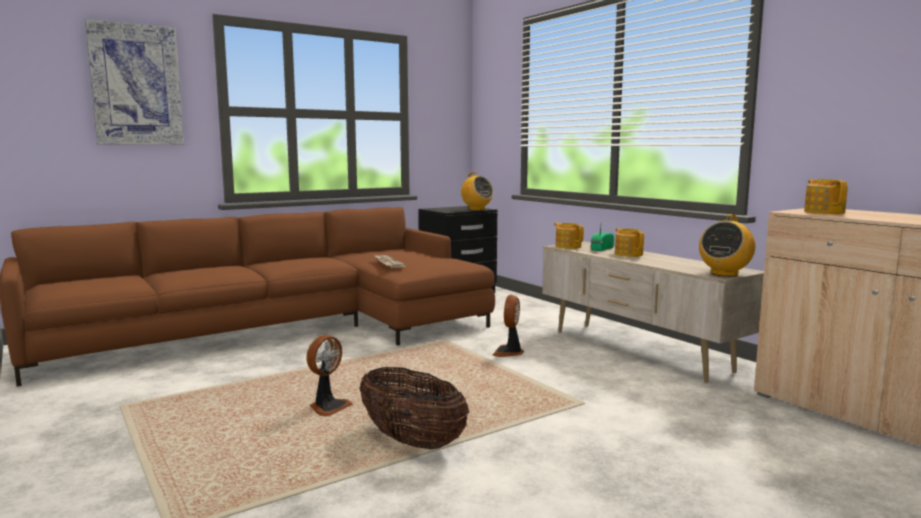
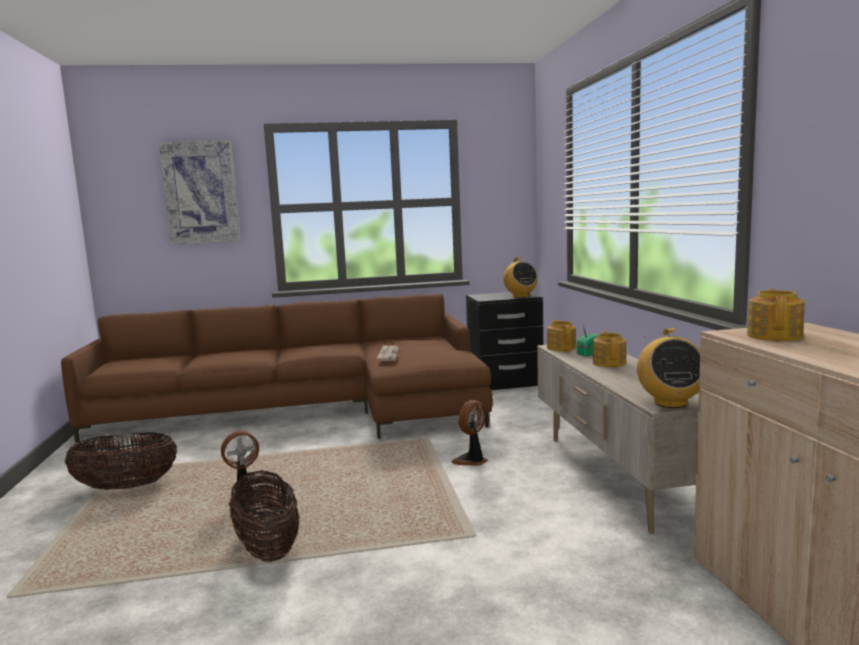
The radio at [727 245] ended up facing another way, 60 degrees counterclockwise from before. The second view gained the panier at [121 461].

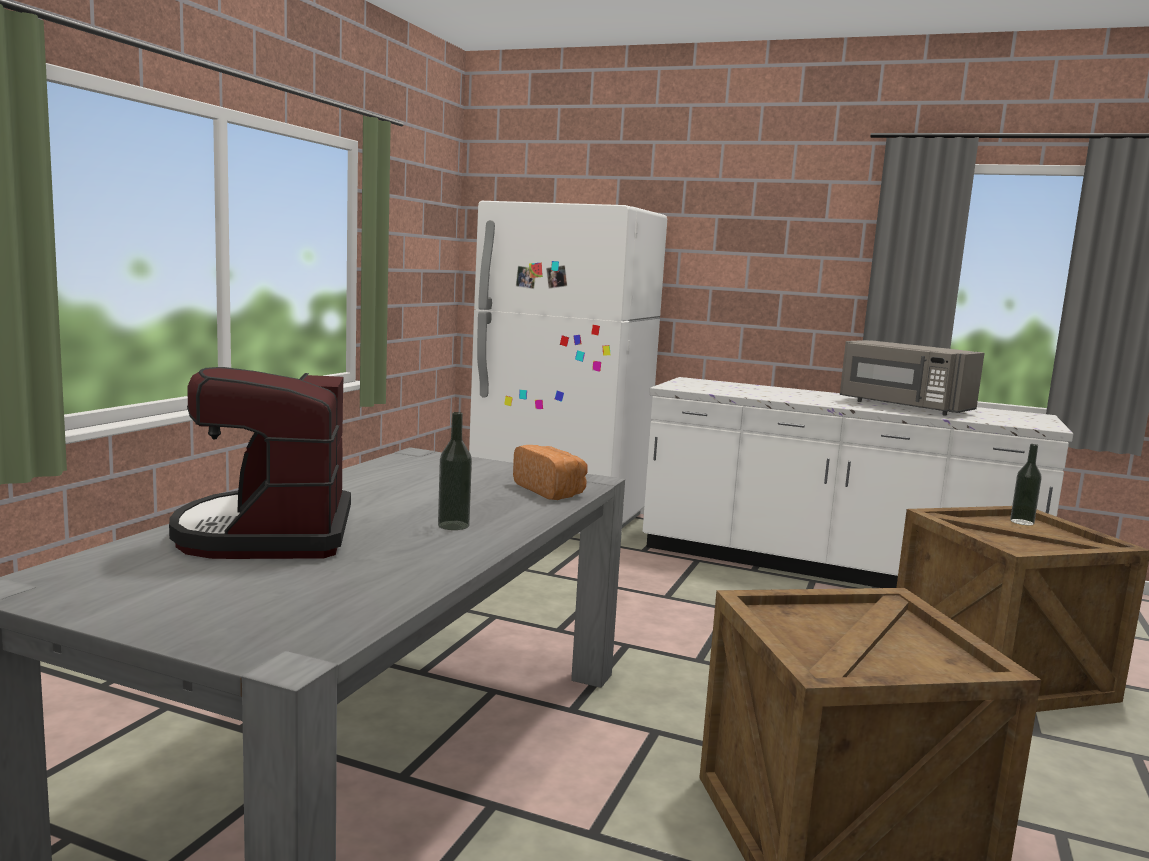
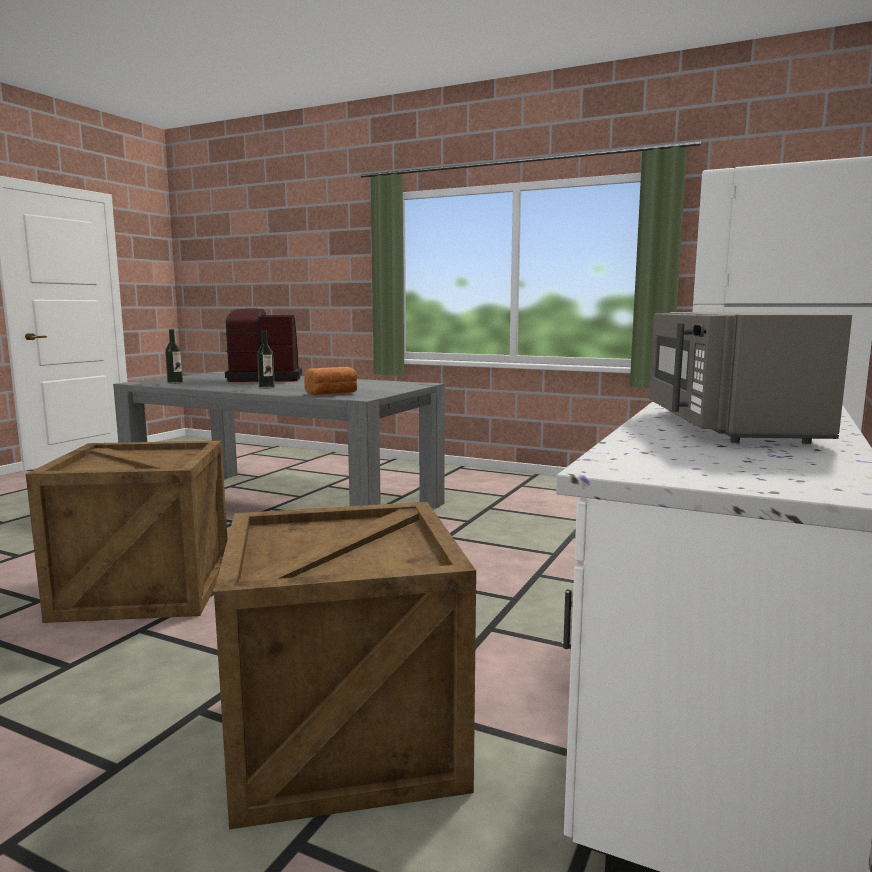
The micro-ondes (gris) at [912 378] ended up facing another way, 45 degrees counterclockwise from before. The bouteille ended up elsewhere, having gone from [1026 484] to [174 356].

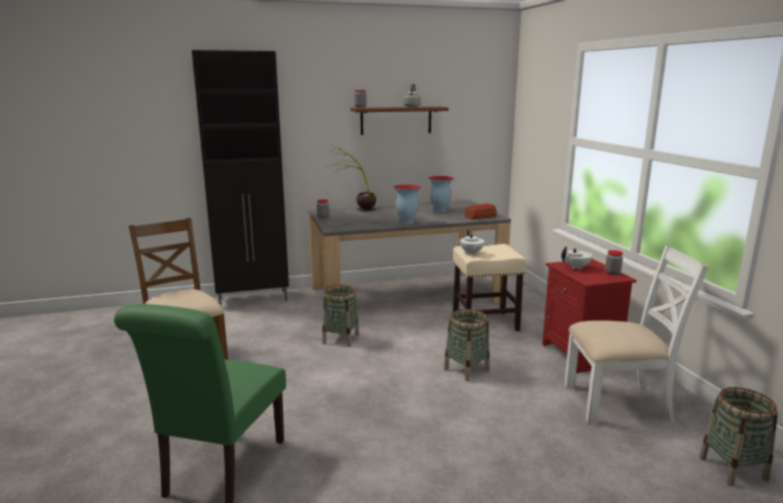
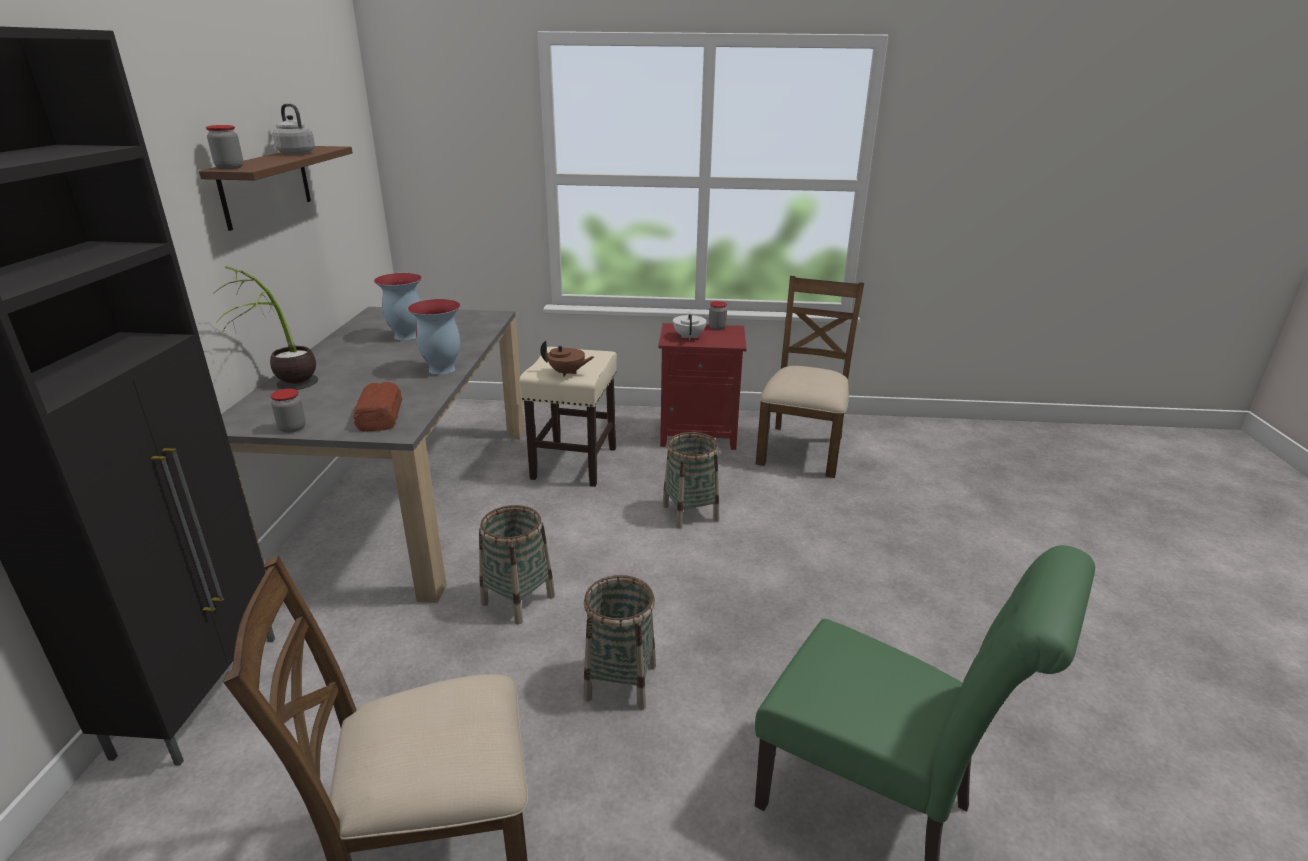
What was the théière (blanc) at [472 242] turned into the théière (marron) at [567 359]. The pain ended up elsewhere, having gone from [480 211] to [377 407]. What was the chaise (blanc) at [636 334] turned into the chaise (marron) at [810 377]. The panier ended up elsewhere, having gone from [738 436] to [619 642].

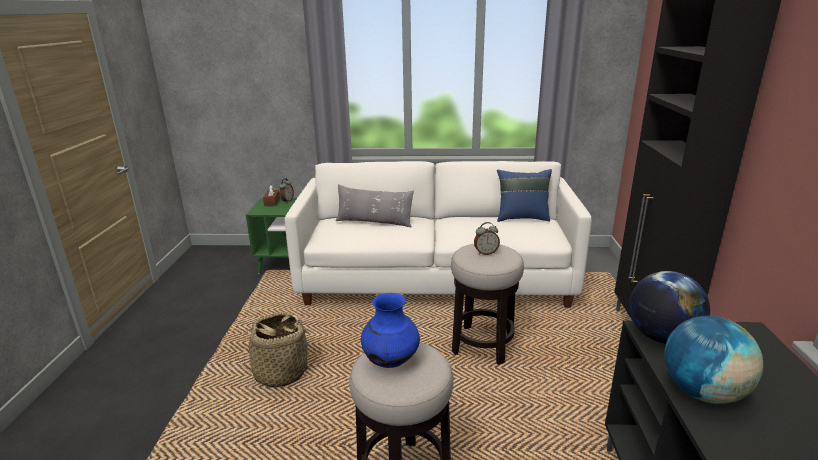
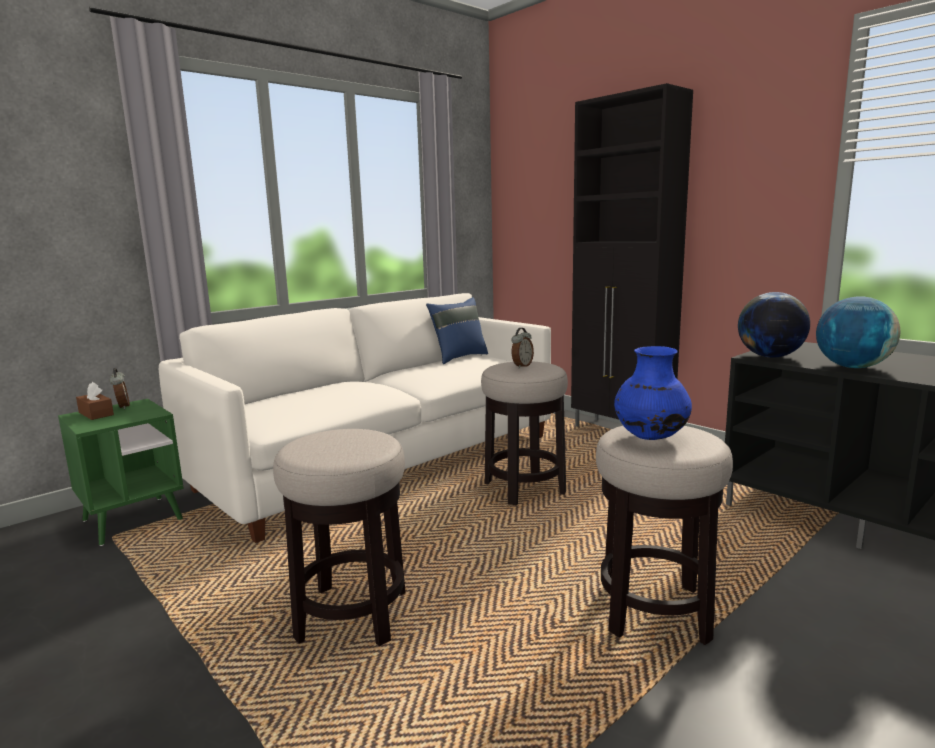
Where the panier stood at [276 350], the tabouret came to stand at [339 537]. The second view lost the coussin (gris) at [375 205].

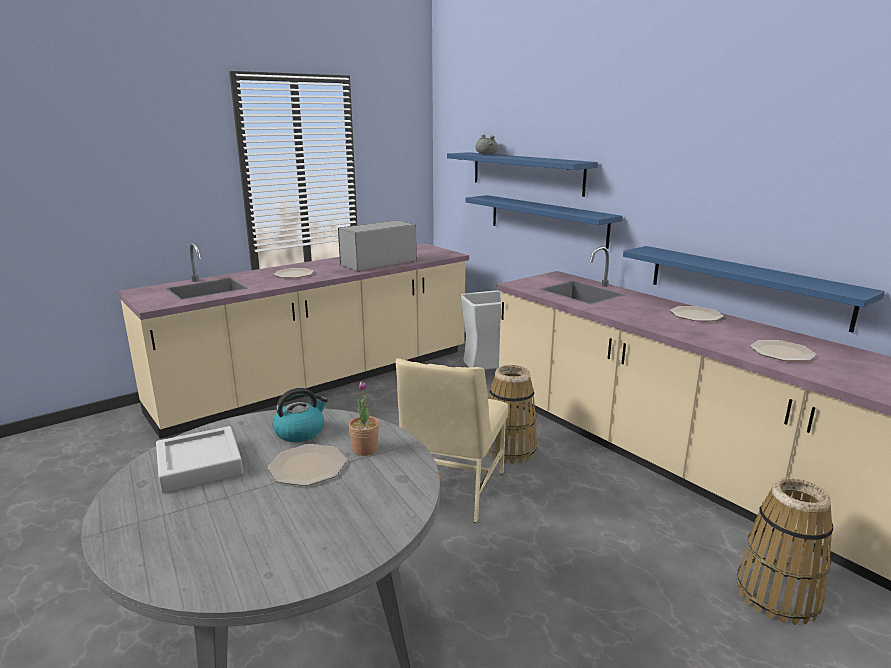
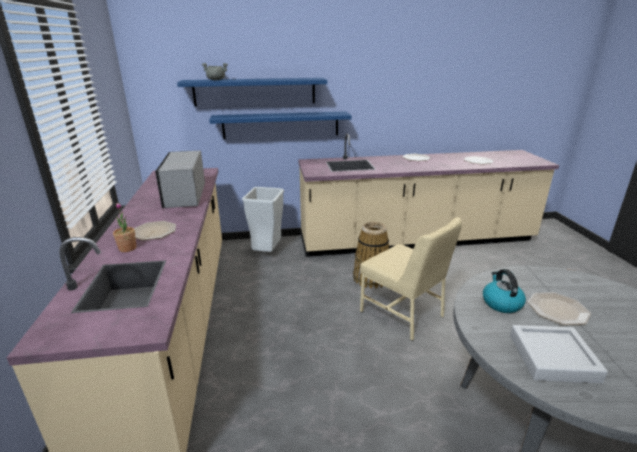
The plante en pot ended up elsewhere, having gone from [364 418] to [124 227]. The second view lost the étagère (bleu) at [754 289]. The second view lost the panier at [784 551].

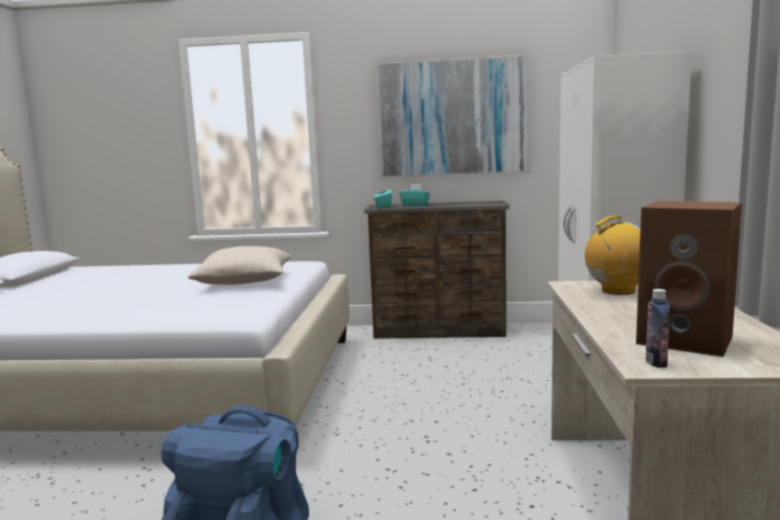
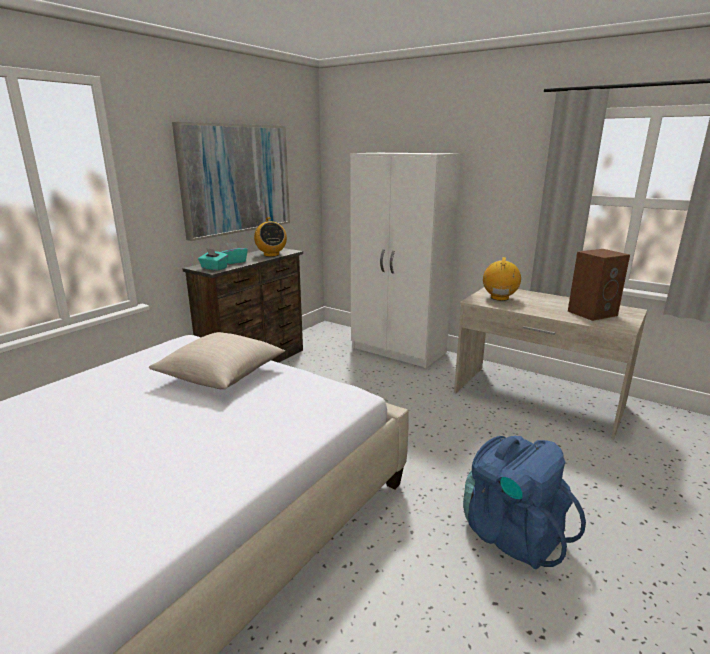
The second view lost the bouteille at [658 328]. The second view gained the radio at [270 237].

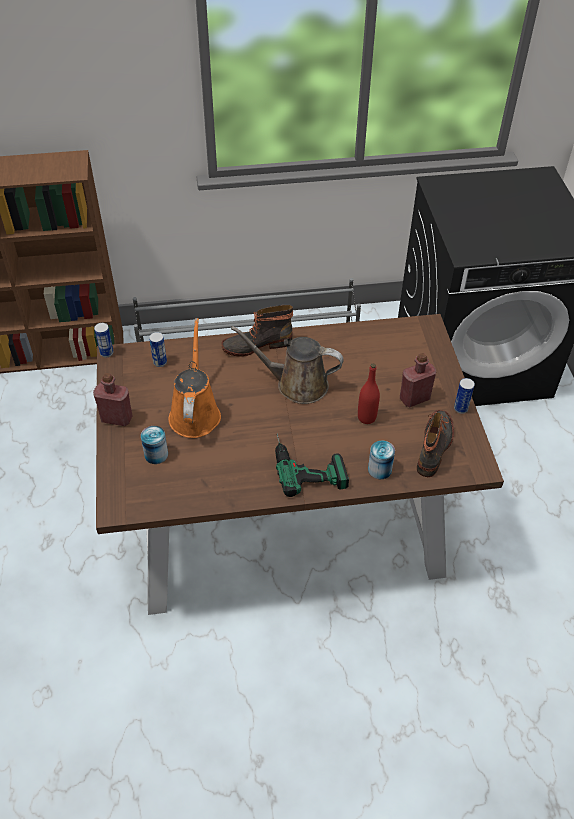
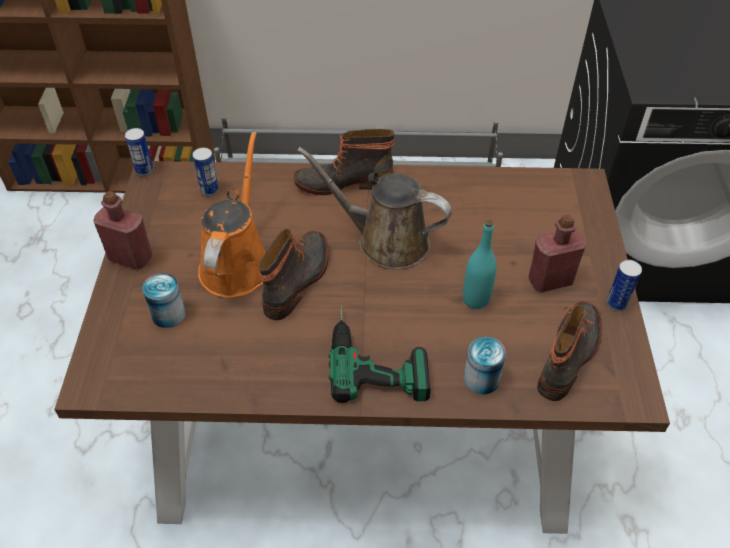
What was the bouteille (rouge) at [369 394] turned into the bouteille (turquoise) at [480 264]. The second view gained the botte at [294 274].

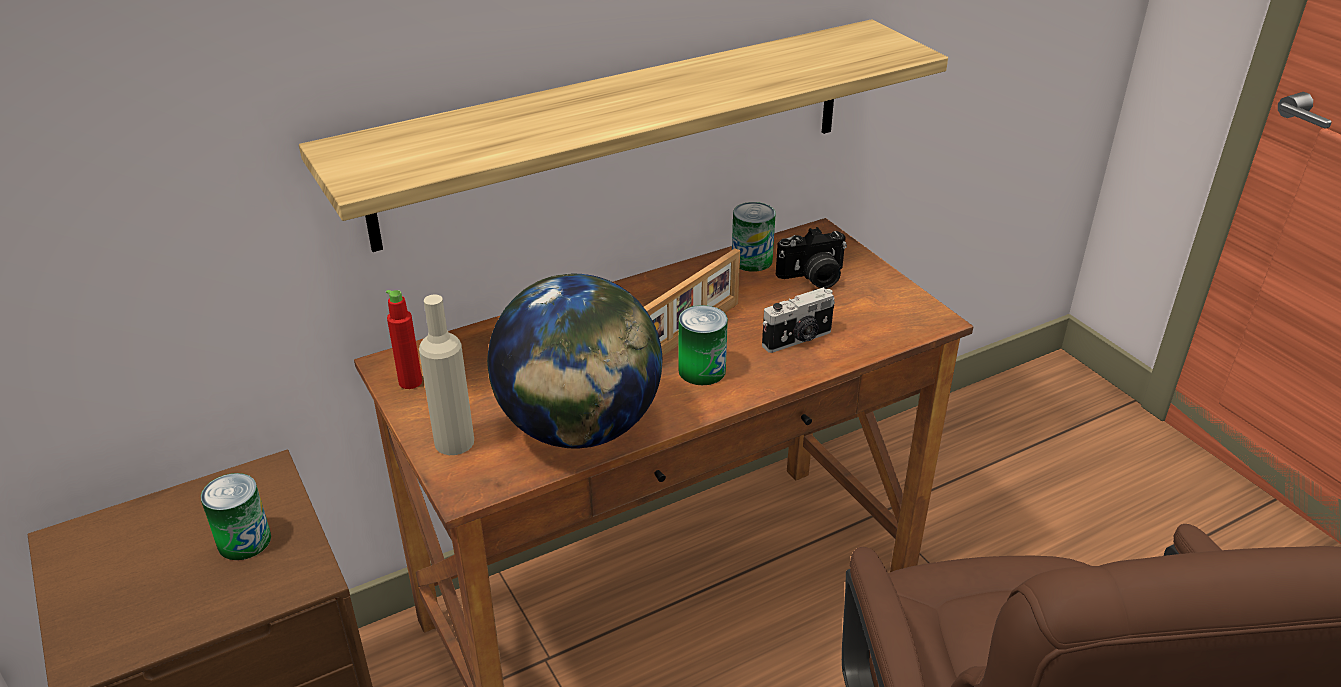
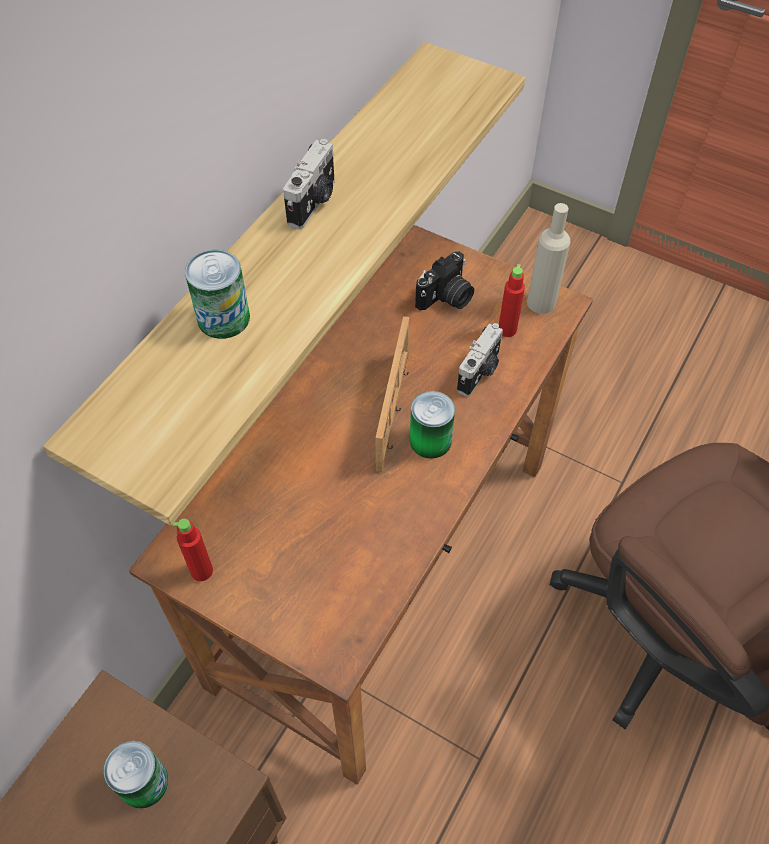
The bouteille (beige) ended up elsewhere, having gone from [446 374] to [549 258]. The second view lost the globe at [574 361]. The boîte métallique ended up elsewhere, having gone from [754 237] to [217 294]. The second view gained the appareil photo at [309 184]. The second view gained the bouteille (rouge) at [512 300].

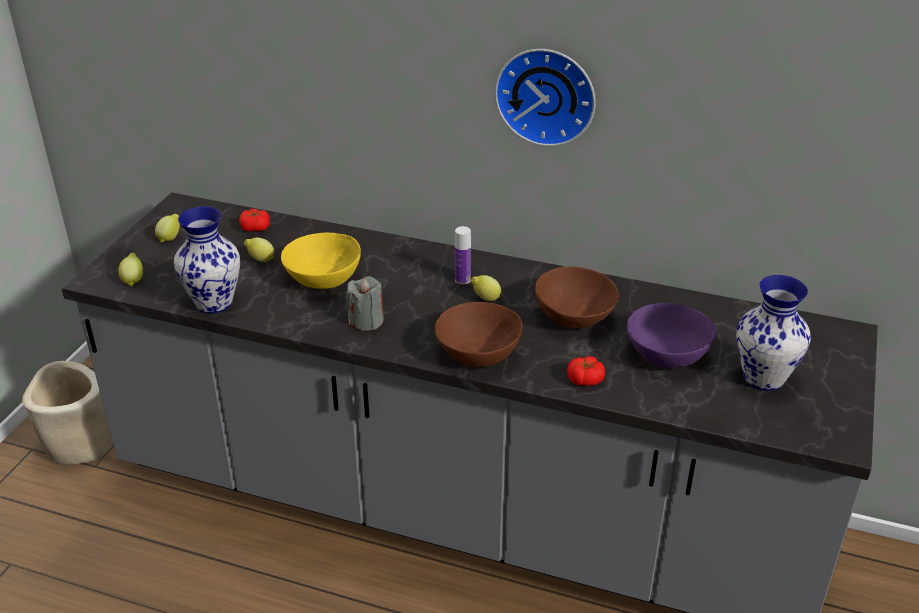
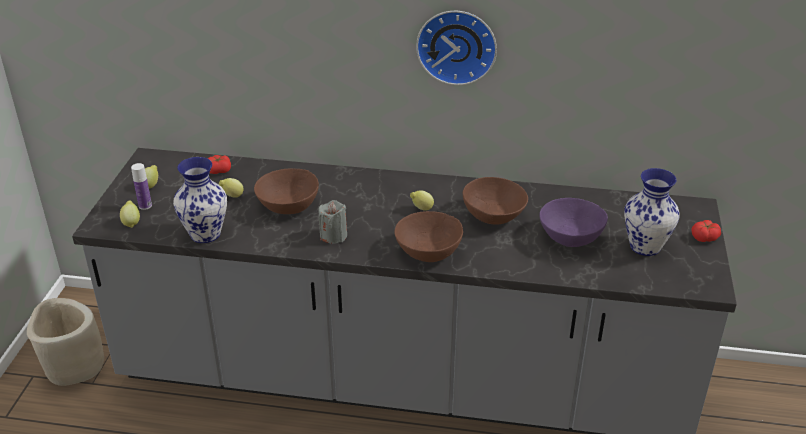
What was the bol (jaune) at [321 261] turned into the bol (marron) at [286 191]. The bouteille ended up elsewhere, having gone from [463 255] to [141 186]. The tomate ended up elsewhere, having gone from [586 371] to [706 231].

